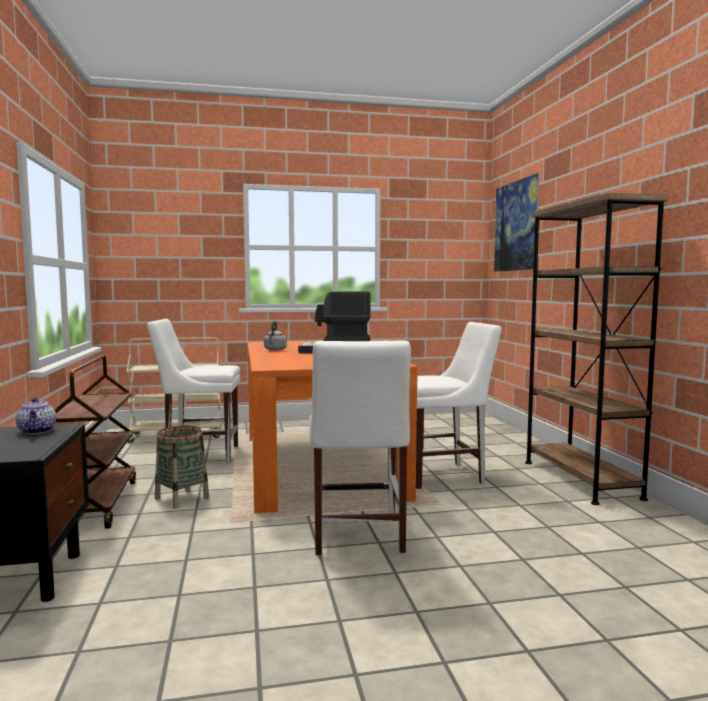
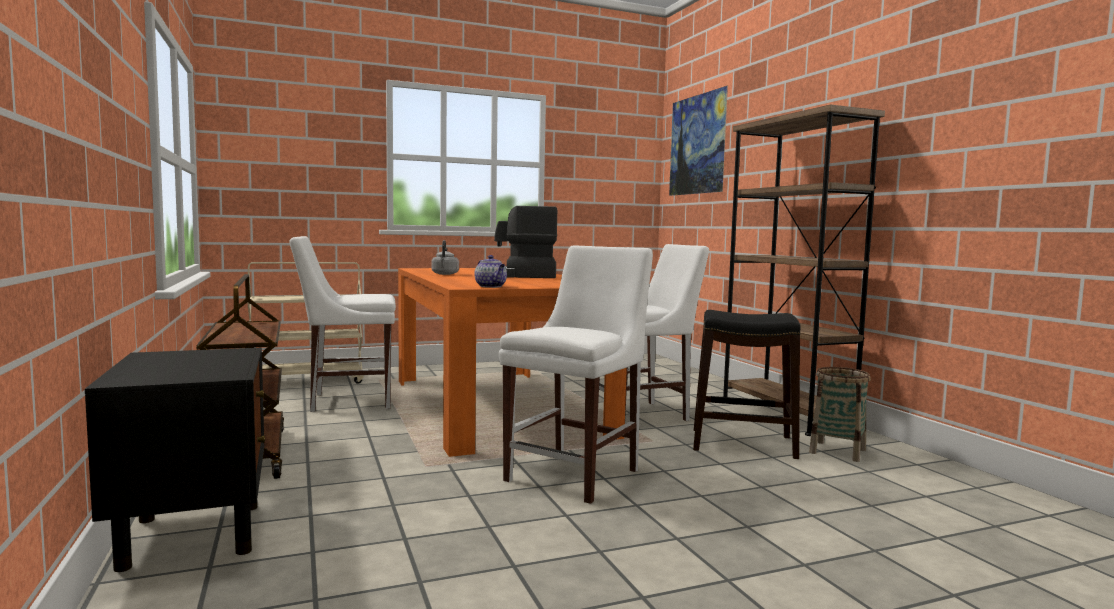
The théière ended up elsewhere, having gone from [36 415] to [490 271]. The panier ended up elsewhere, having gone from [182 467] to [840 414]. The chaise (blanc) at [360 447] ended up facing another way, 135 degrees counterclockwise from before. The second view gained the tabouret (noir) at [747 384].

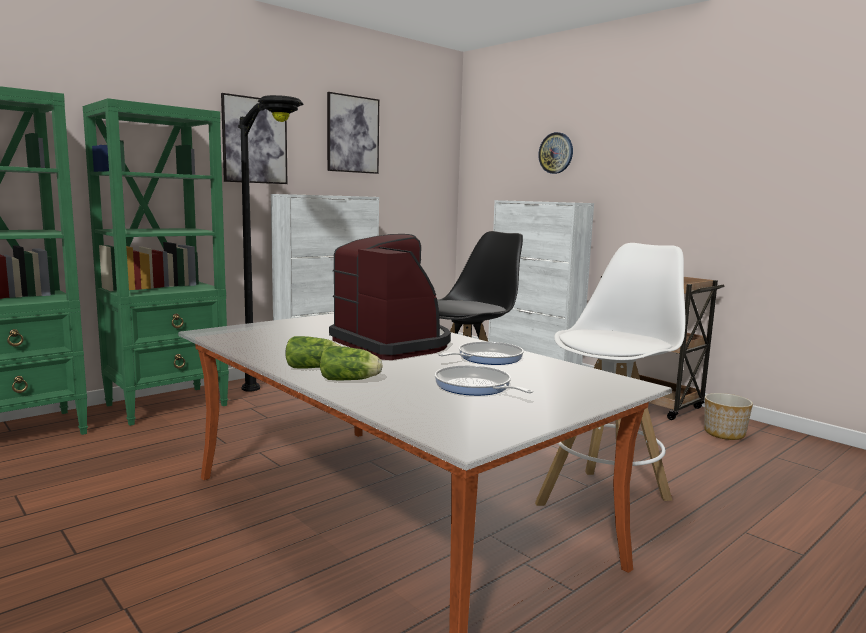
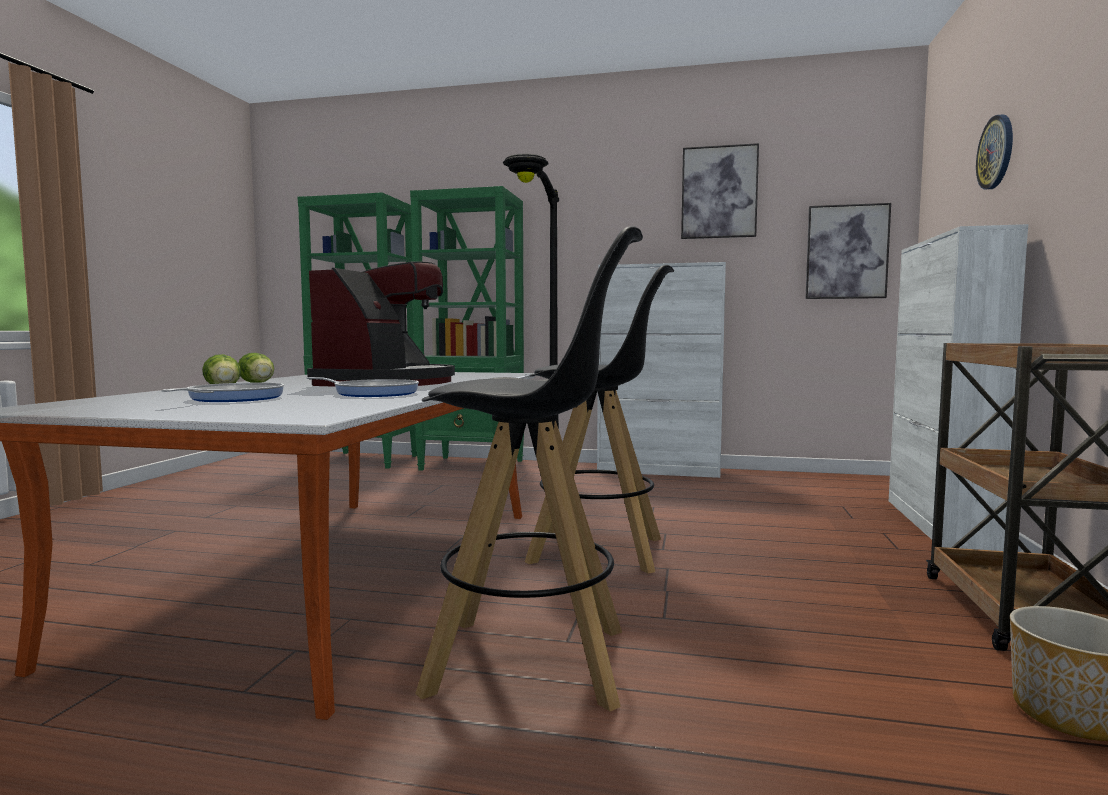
The tableau ended up elsewhere, having gone from [254 138] to [848 251]. What was the tabouret (blanc) at [610 374] turned into the tabouret (noir) at [529 469].

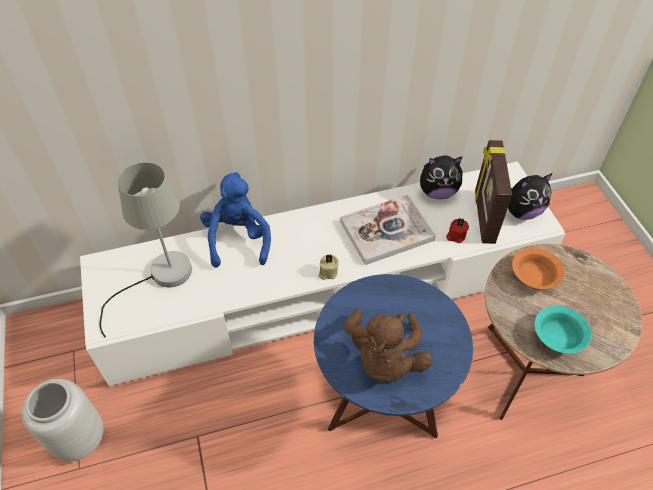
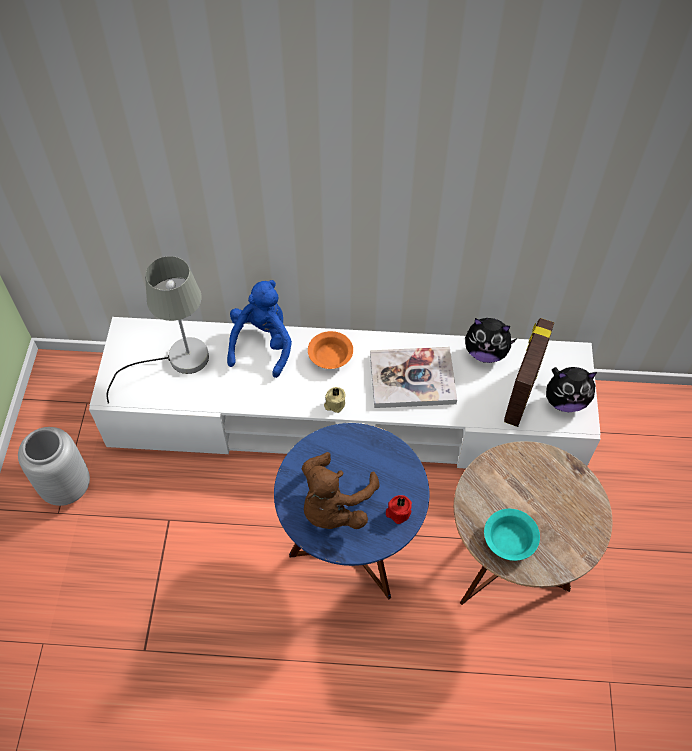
The bougie (rouge) ended up elsewhere, having gone from [457 230] to [399 509]. The bol (orange) ended up elsewhere, having gone from [538 268] to [330 350].

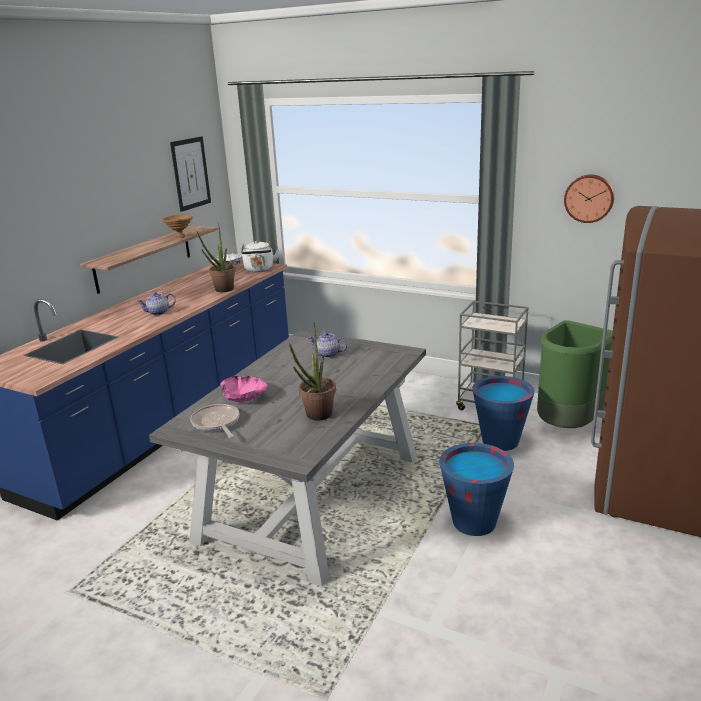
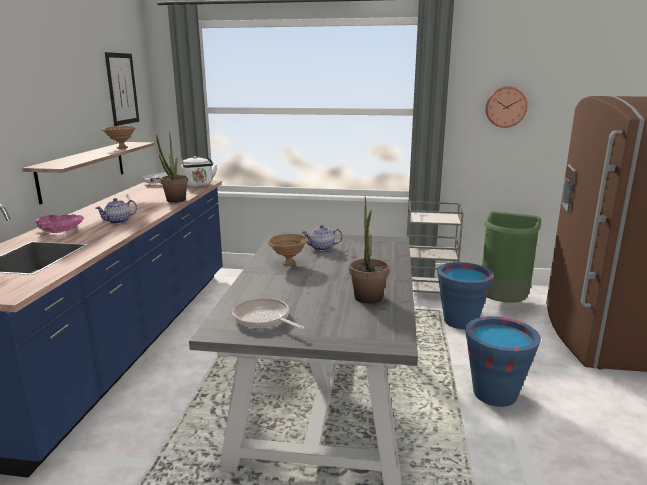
The bol (rose) ended up elsewhere, having gone from [244 389] to [59 223]. The second view gained the bol (marron) at [287 250].

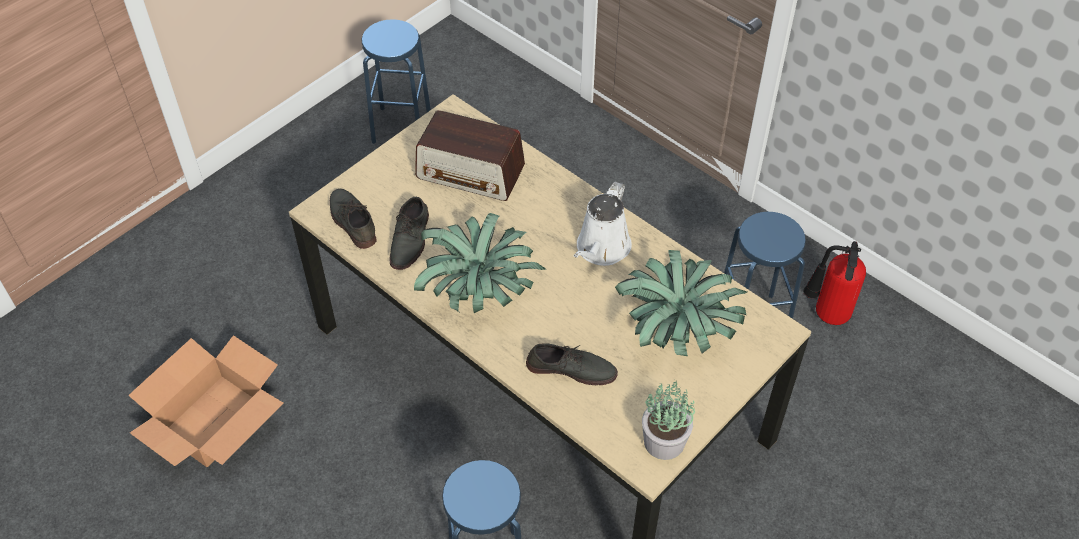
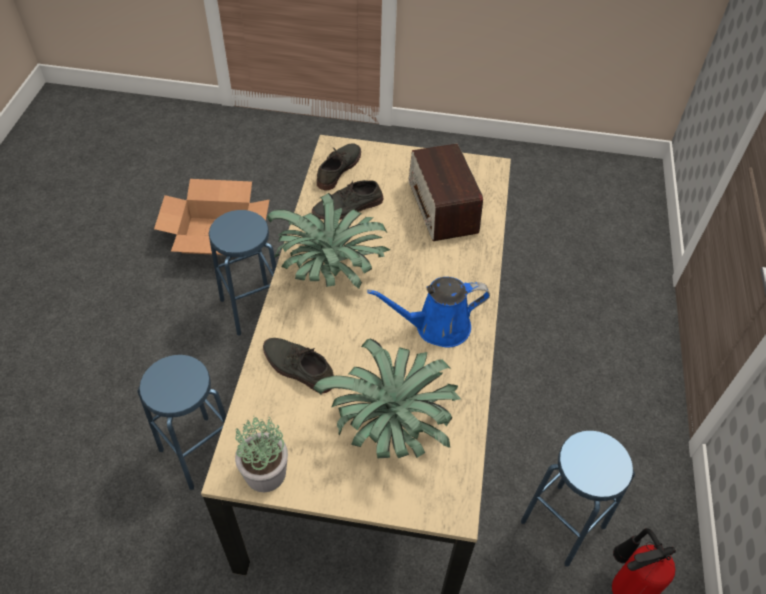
The tabouret (bleu) ended up elsewhere, having gone from [396 81] to [242 273]. The chaussure (gris) at [572 364] ended up facing another way, 150 degrees clockwise from before. What was the arrosoir (blanc) at [602 223] turned into the arrosoir (bleu) at [428 312].

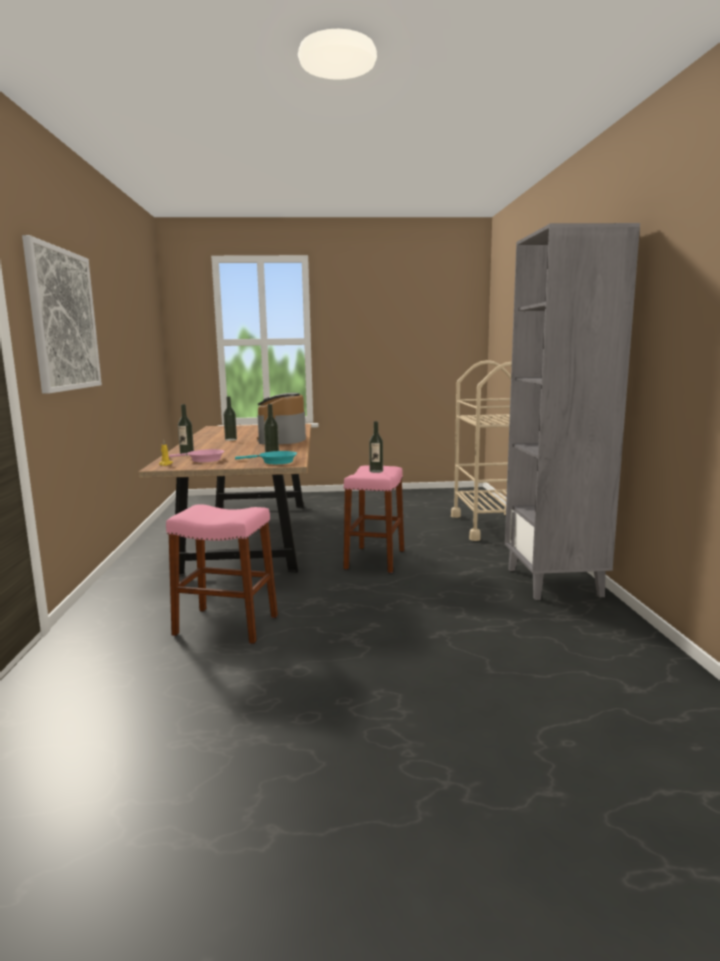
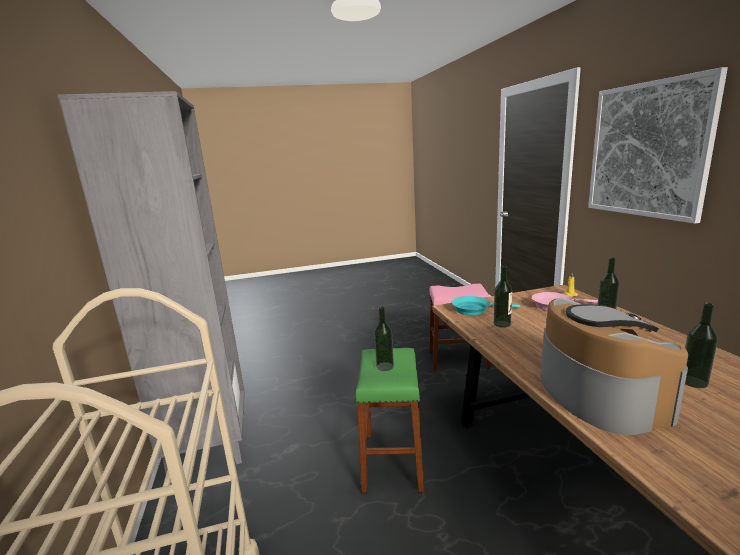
What was the tabouret (rose) at [373 519] turned into the tabouret (vert) at [389 420].

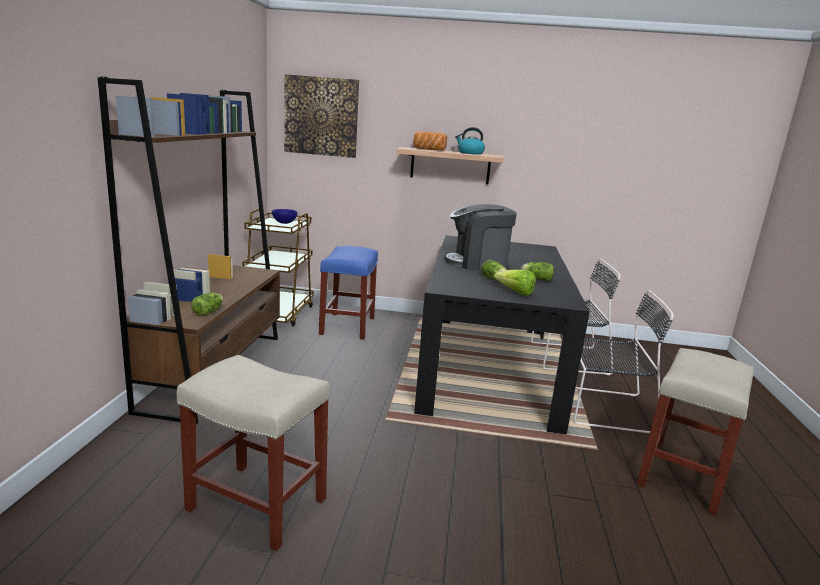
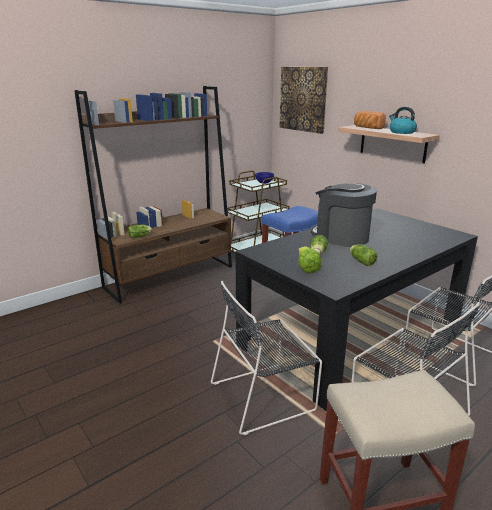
The second view lost the tabouret (beige) at [253 453]. The second view gained the chaise (noir) at [266 358].

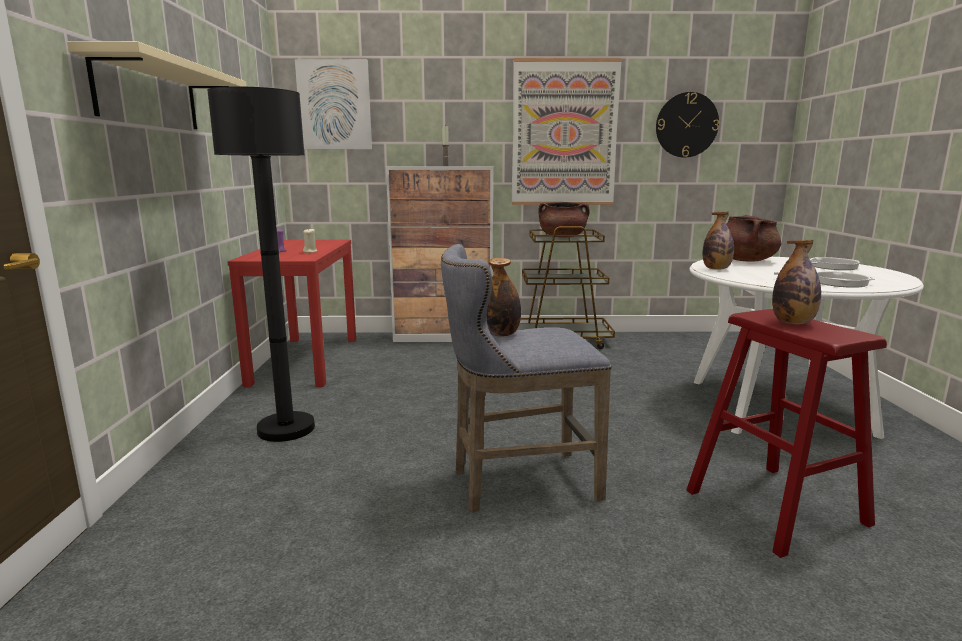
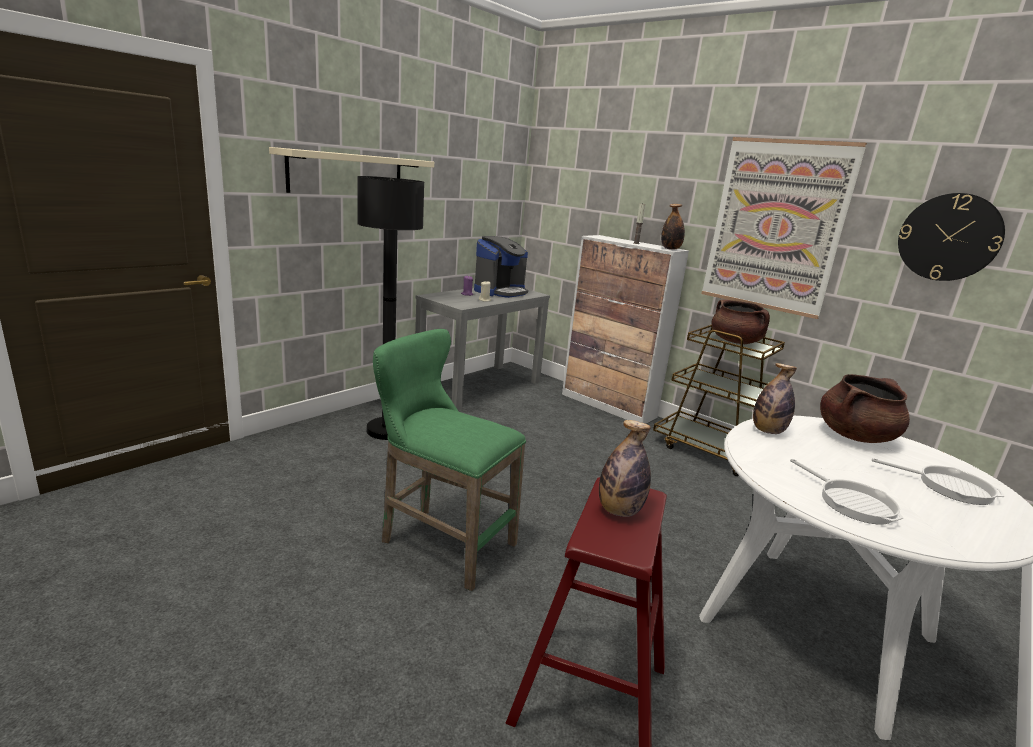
What was the table console (rouge) at [291 313] turned into the table console (gris) at [482 349]. The second view lost the tableau at [333 104]. What was the tabouret (gris) at [526 378] turned into the tabouret (vert) at [449 460]. The bouteille ended up elsewhere, having gone from [504 297] to [673 227]. The second view gained the machine à café at [501 267].

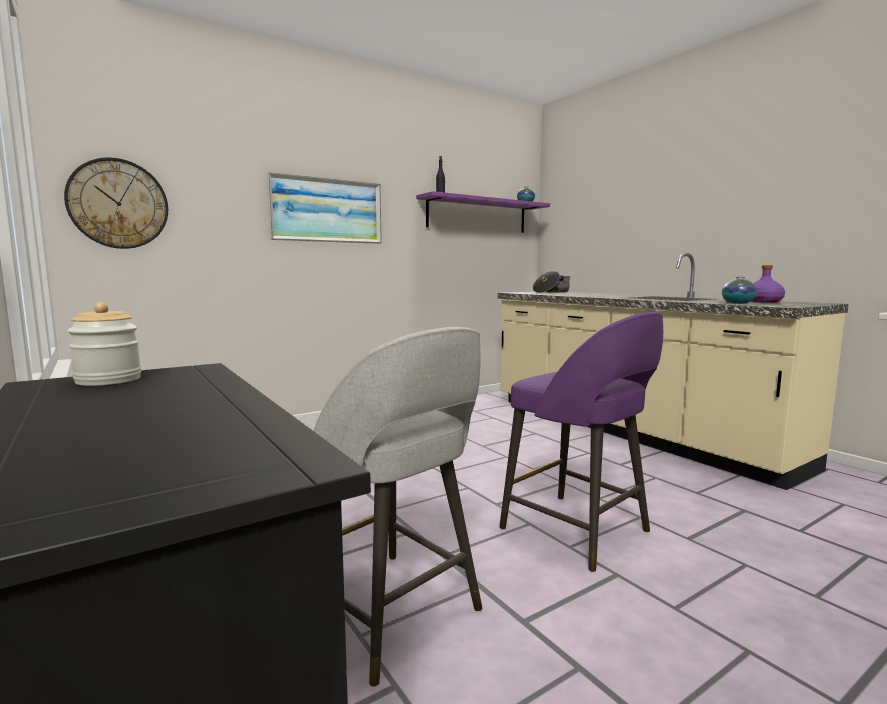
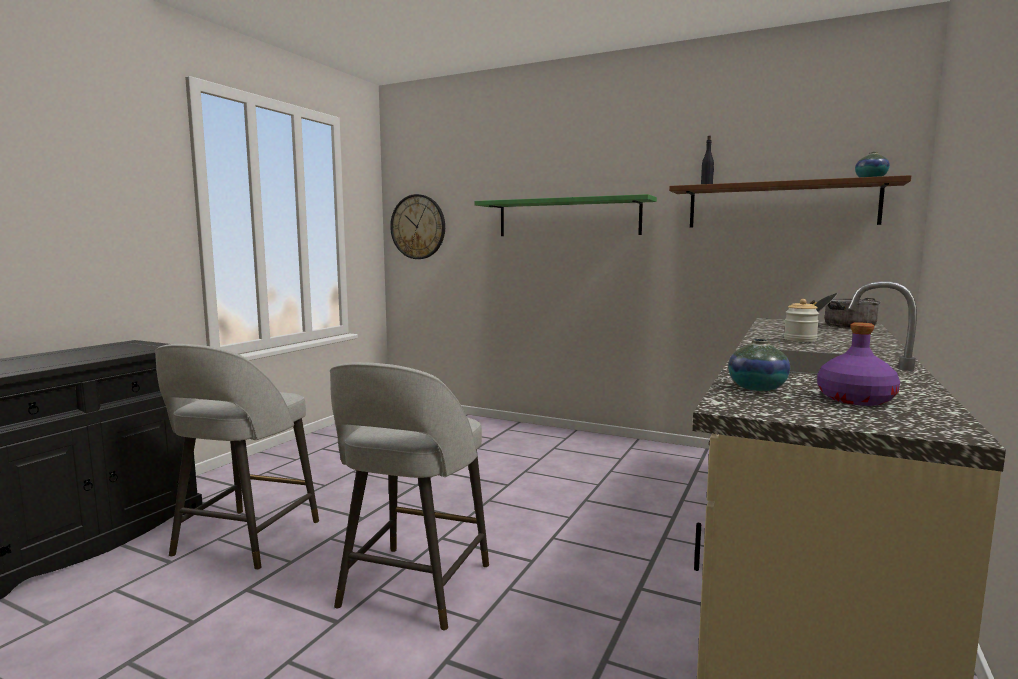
The bocal ended up elsewhere, having gone from [104 344] to [801 320]. Where the tableau hung at [324 208], the étagère (vert) came to hang at [565 215]. What was the étagère (violet) at [483 212] turned into the étagère (marron) at [790 201]. What was the tabouret (violet) at [581 442] turned into the tabouret (gris) at [409 496].

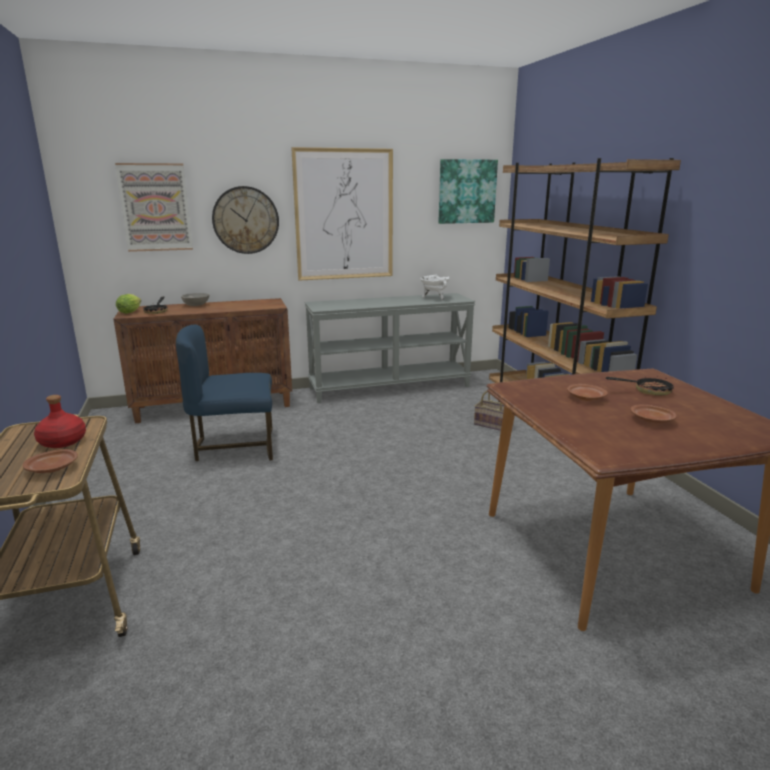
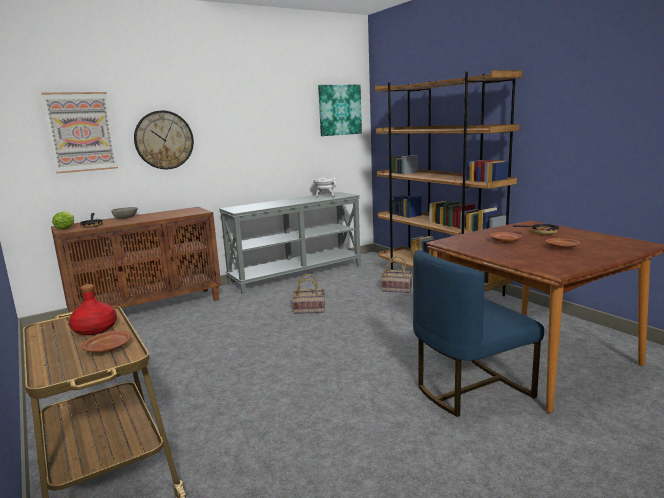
The chaise (bleu) ended up elsewhere, having gone from [224 393] to [478 333]. The second view lost the tableau at [342 214]. The second view gained the panier at [308 294].

